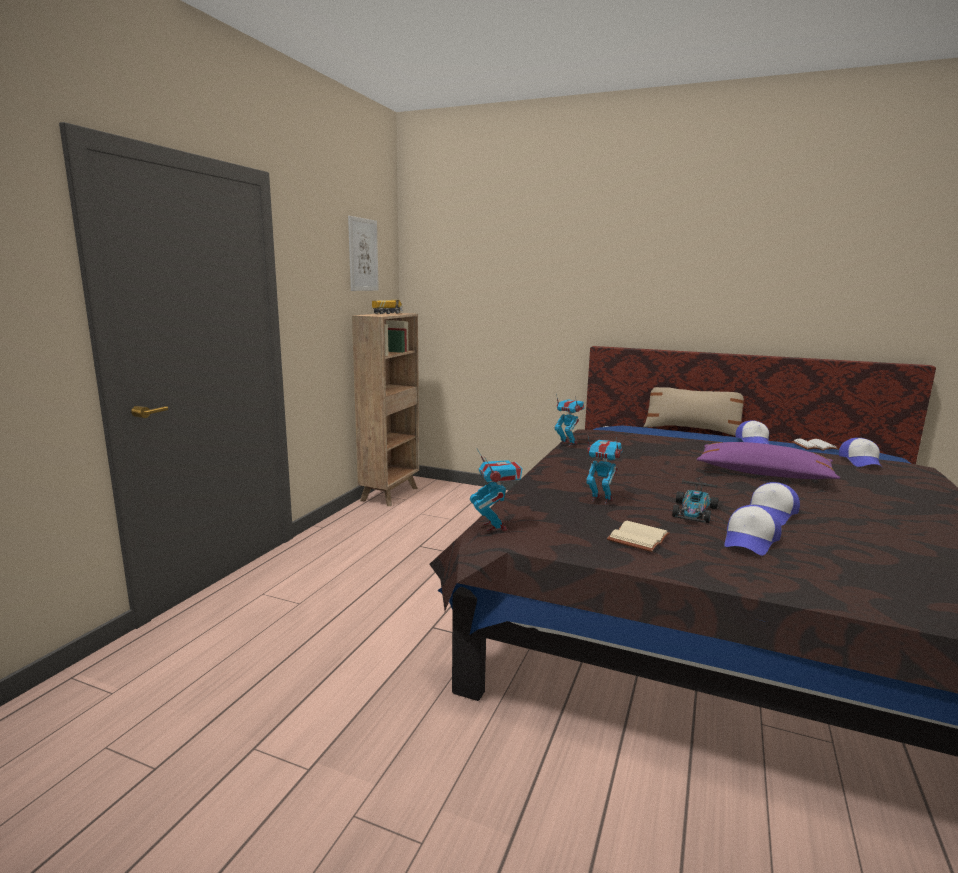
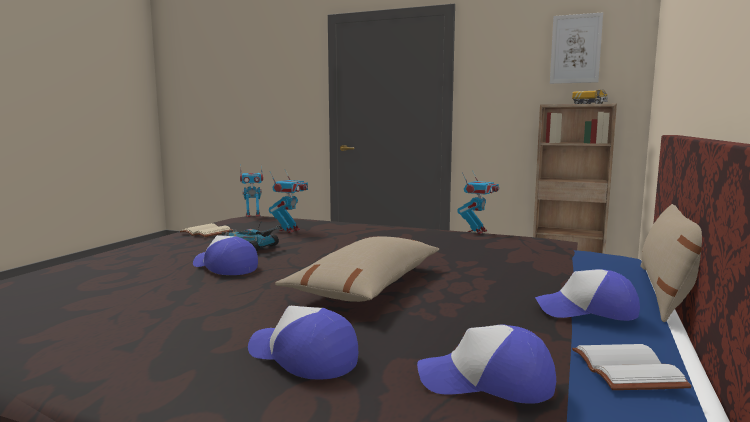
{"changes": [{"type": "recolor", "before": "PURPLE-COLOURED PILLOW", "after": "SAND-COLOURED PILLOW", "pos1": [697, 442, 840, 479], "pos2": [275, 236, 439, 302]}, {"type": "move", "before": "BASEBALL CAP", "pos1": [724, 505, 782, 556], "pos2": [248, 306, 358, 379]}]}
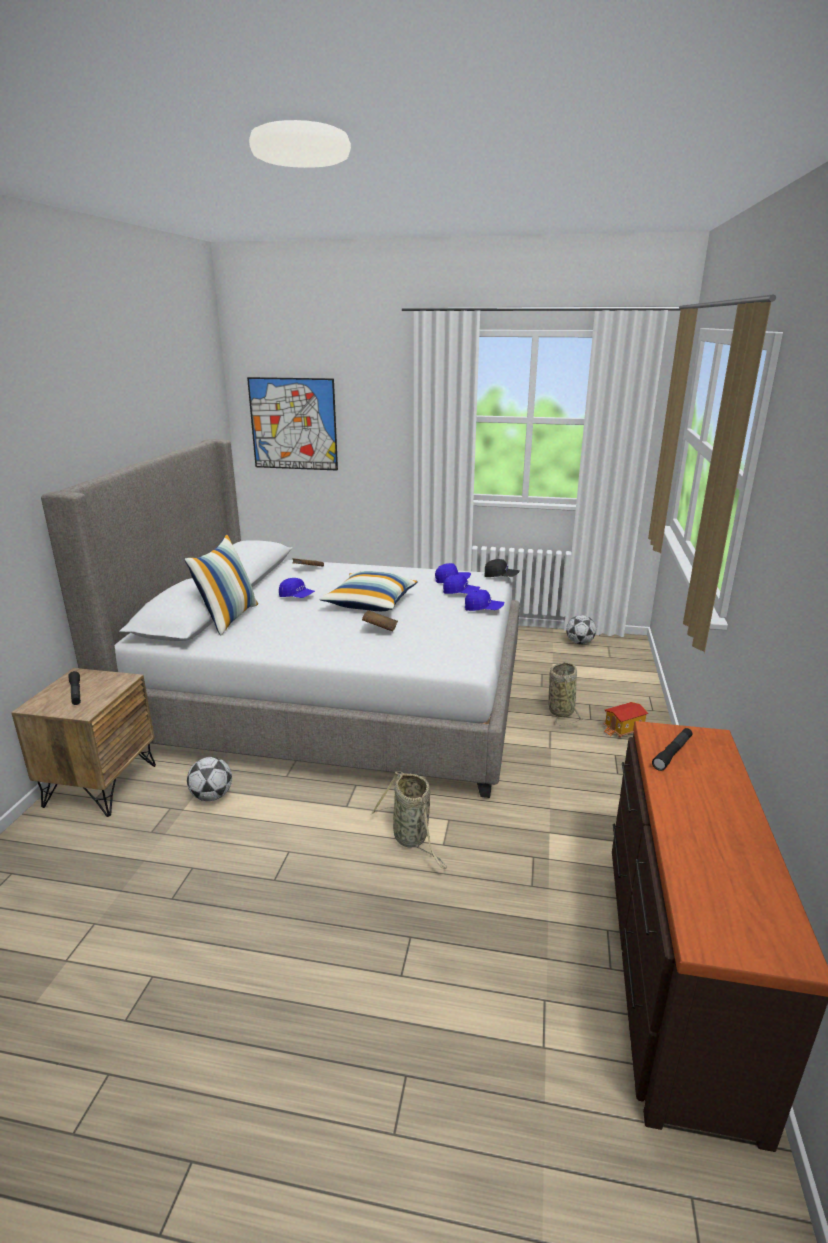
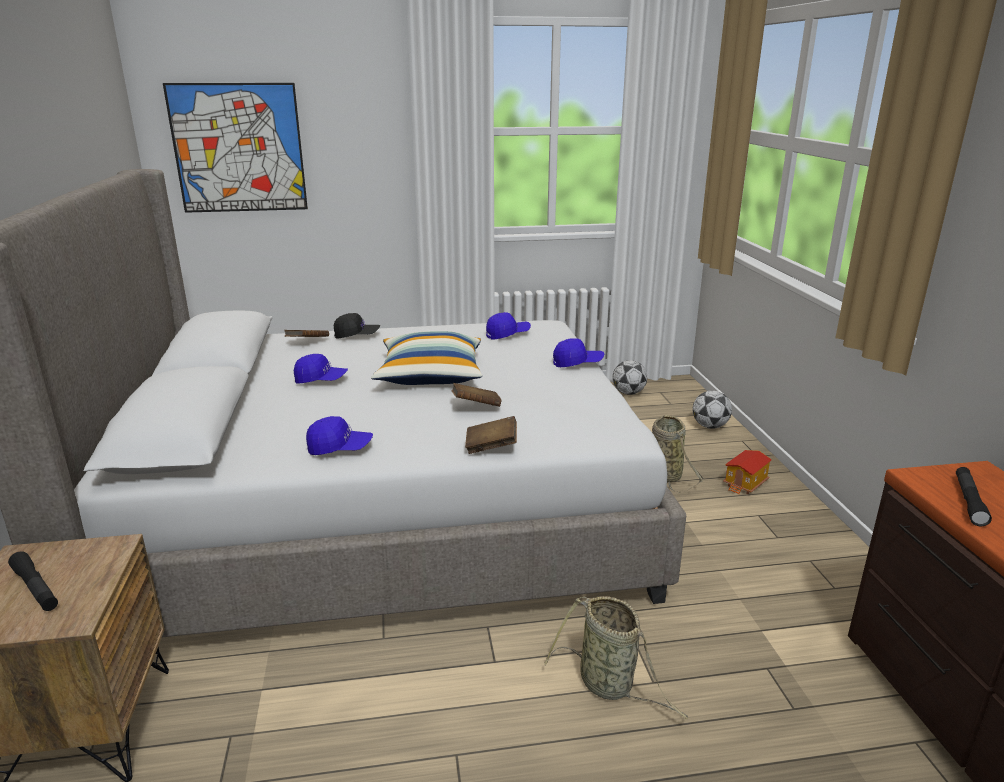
{"changes": [{"type": "delete", "before": "PILLOW", "pos1": [184, 534, 258, 635]}, {"type": "move", "before": "BLACK BASEBALL CAP", "pos1": [484, 559, 520, 577], "pos2": [334, 313, 380, 339]}, {"type": "move", "before": "BLUE-COLOURED BASEBALL CAP", "pos1": [443, 574, 480, 594], "pos2": [306, 416, 373, 455]}, {"type": "move", "before": "FOOTBALL BALL", "pos1": [187, 757, 232, 801], "pos2": [692, 391, 732, 429]}, {"type": "insert", "after": "BROWNISH VOLUME", "pos2": [465, 416, 517, 454]}]}
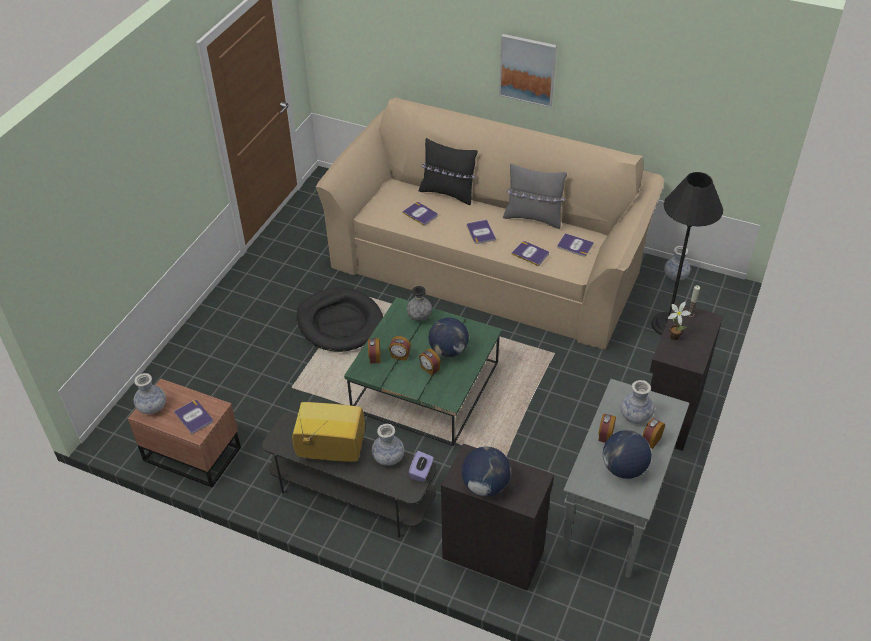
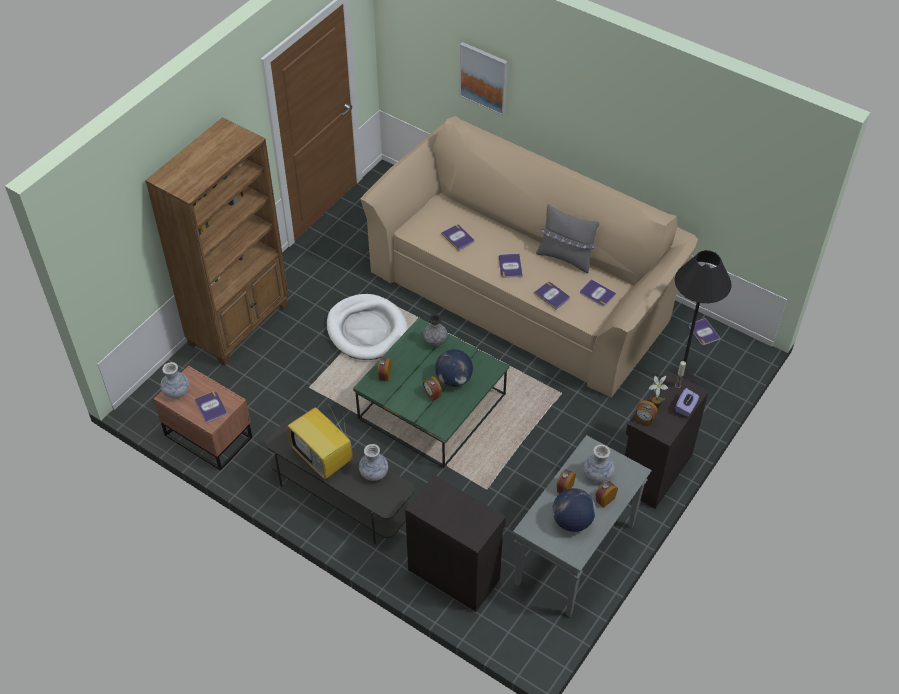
{"changes": [{"type": "move", "before": "WALL ART", "pos1": [499, 34, 557, 108], "pos2": [460, 42, 508, 115]}, {"type": "delete", "before": "BLACK PILLOW", "pos1": [419, 138, 478, 205]}, {"type": "replace", "before": "VASE", "after": "VOLUME", "pos1": [664, 246, 690, 281], "pos2": [689, 318, 720, 345]}, {"type": "recolor", "before": "BLACK DOG BED", "after": "WHITE DOG BED", "pos1": [296, 287, 383, 352], "pos2": [327, 294, 408, 360]}, {"type": "move", "before": "TABLE CLOCK", "pos1": [389, 336, 411, 361], "pos2": [635, 400, 658, 425]}, {"type": "rotate", "before": "TELEVISION", "pos1": [292, 402, 365, 463], "pos2": [288, 402, 353, 479], "turn": -150}, {"type": "delete", "before": "DESK GLOBE", "pos1": [461, 446, 511, 496]}, {"type": "move", "before": "PURPLE-COLOURED TISSUE HOLDER", "pos1": [408, 451, 434, 482], "pos2": [676, 388, 699, 417]}, {"type": "insert", "after": "BROWNISH SHELVING UNIT", "pos2": [145, 117, 289, 366]}]}
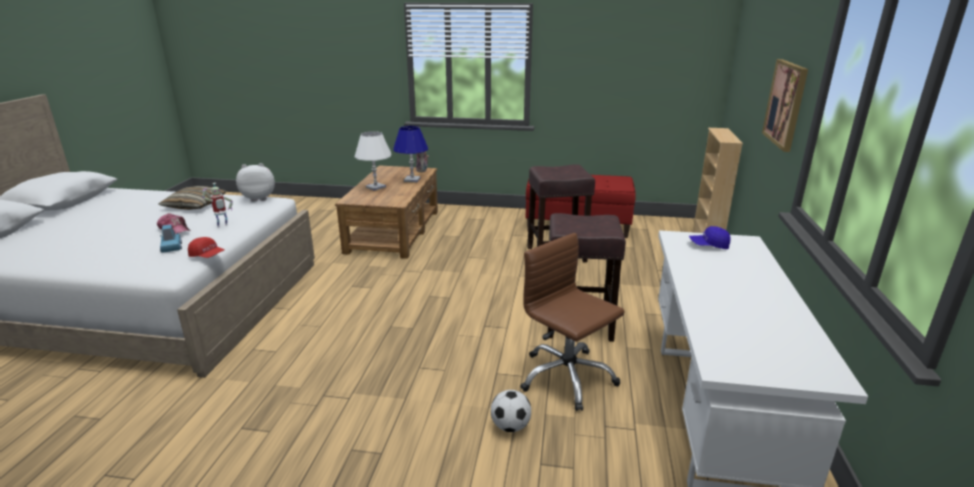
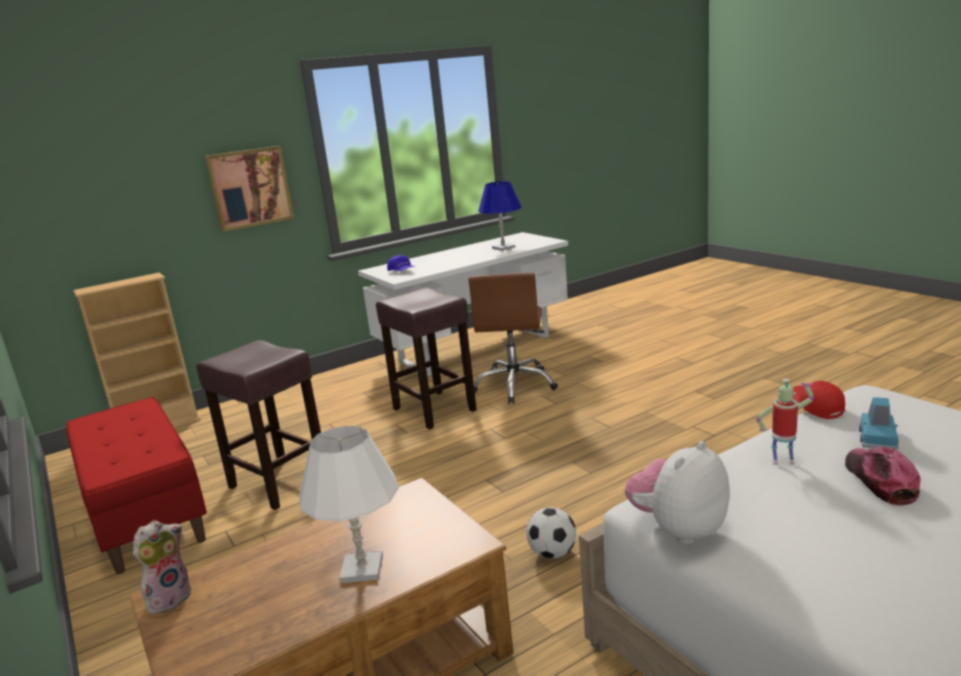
{"changes": [{"type": "move", "before": "BLUE-COLOURED TABLE LAMP", "pos1": [393, 126, 428, 182], "pos2": [478, 181, 521, 251]}, {"type": "rotate", "before": "CUDDLY TOY", "pos1": [236, 163, 275, 202], "pos2": [625, 441, 730, 544], "turn": 105}, {"type": "delete", "before": "PILLOW", "pos1": [158, 186, 226, 210]}, {"type": "move", "before": "FOOTBALL BALL", "pos1": [491, 390, 531, 432], "pos2": [526, 508, 576, 559]}]}
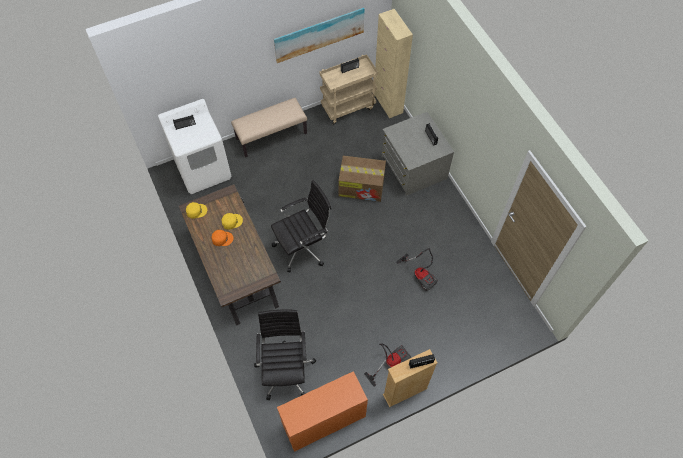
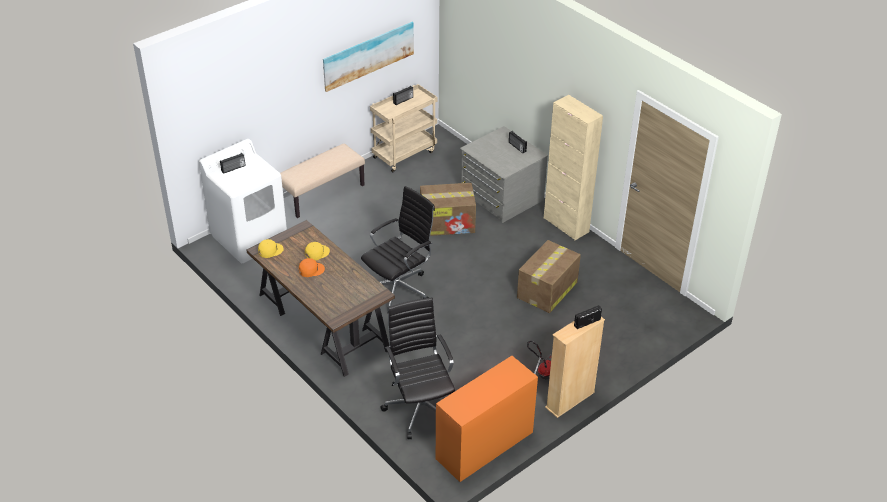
{"changes": [{"type": "move", "before": "SAND-COLOURED STORAGE CABINET", "pos1": [374, 9, 413, 118], "pos2": [544, 95, 603, 240]}, {"type": "replace", "before": "VACUUM CLEANER", "after": "CARTON", "pos1": [396, 248, 438, 291], "pos2": [517, 240, 581, 313]}]}
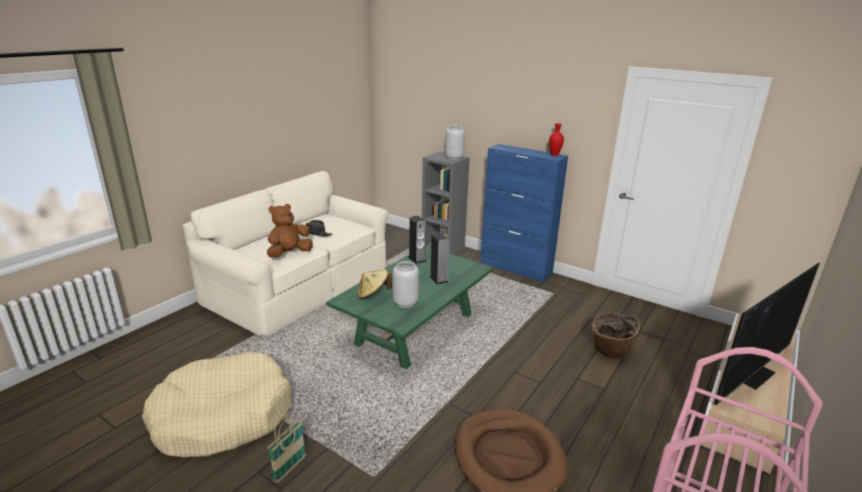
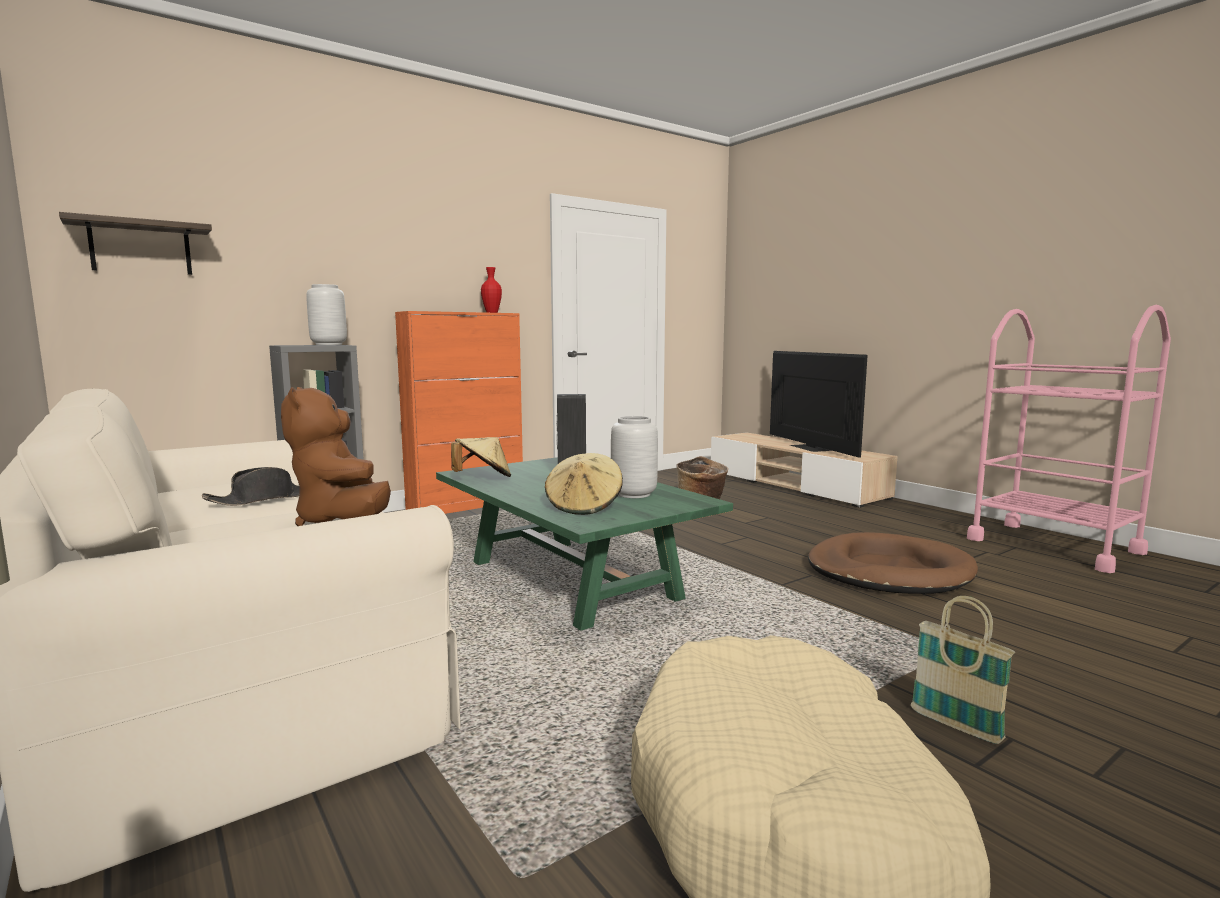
{"changes": [{"type": "recolor", "before": "BLUE-COLOURED STORAGE CABINET", "after": "ORANGE STORAGE CABINET", "pos1": [480, 144, 568, 282], "pos2": [395, 311, 523, 514]}, {"type": "replace", "before": "SPEAKER", "after": "SAND-COLOURED CLOTHING HAT", "pos1": [409, 215, 426, 264], "pos2": [451, 437, 511, 477]}, {"type": "insert", "after": "BRACKET SHELF", "pos2": [59, 212, 212, 275]}]}
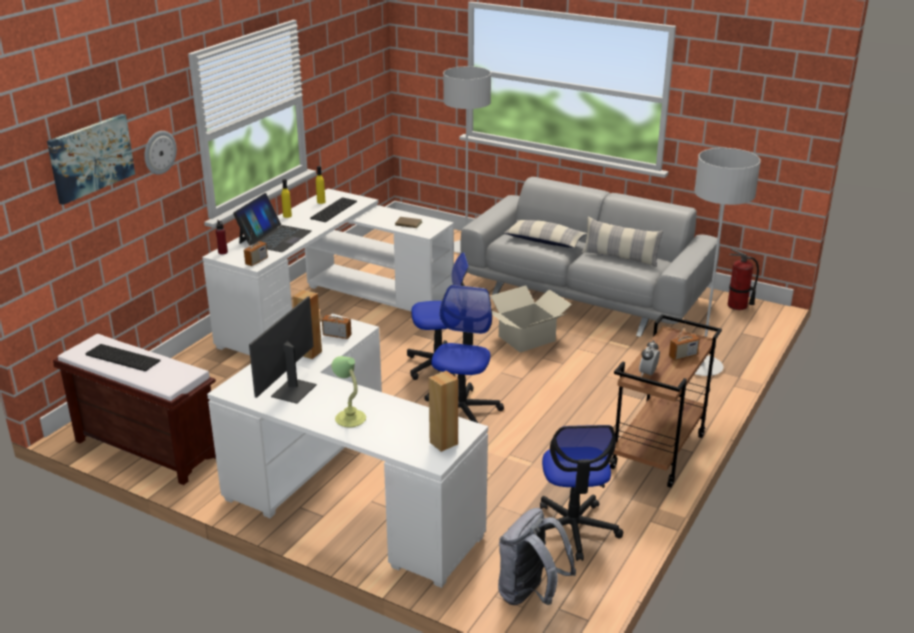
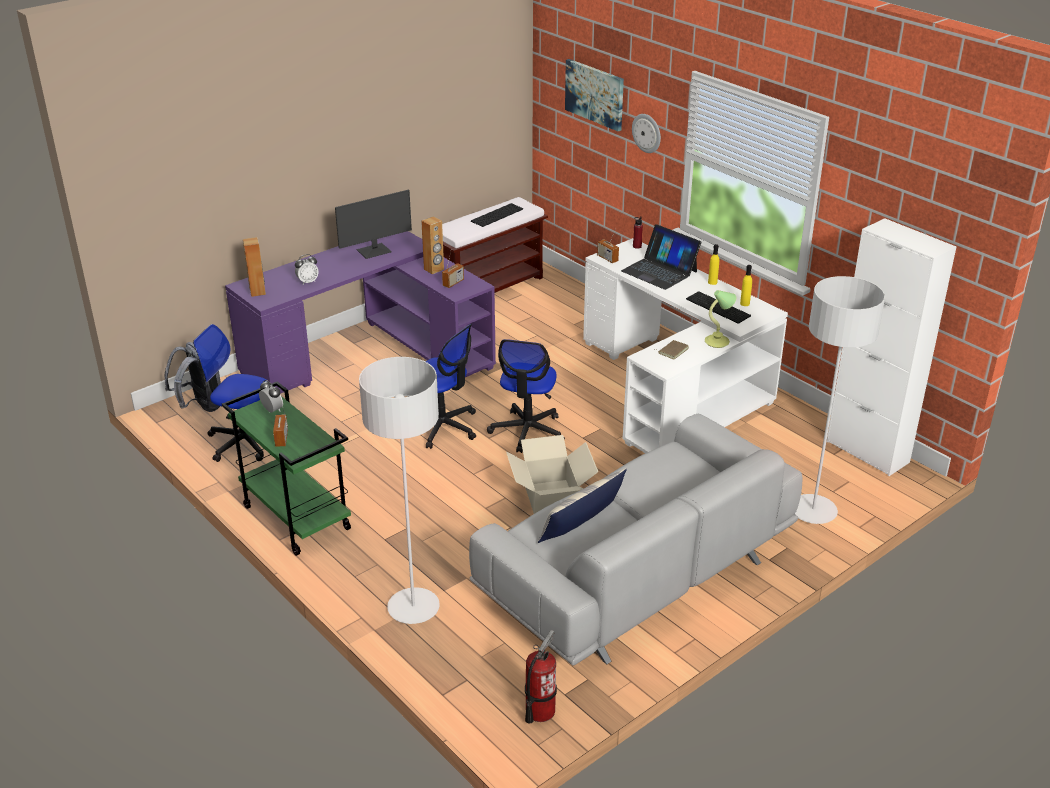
{"changes": [{"type": "delete", "before": "PILLOW", "pos1": [504, 220, 587, 248]}, {"type": "rotate", "before": "COMPUTER SCREEN", "pos1": [249, 296, 317, 404], "pos2": [335, 190, 412, 259], "turn": 105}, {"type": "recolor", "before": "WHITE DESK", "after": "PURPLE-COLOURED DESK", "pos1": [207, 314, 488, 588], "pos2": [225, 231, 496, 394]}, {"type": "recolor", "before": "BROWNISH CART", "after": "GREEN-COLOURED CART", "pos1": [609, 314, 722, 488], "pos2": [222, 381, 351, 556]}, {"type": "move", "before": "TABLE LAMP", "pos1": [332, 356, 366, 428], "pos2": [705, 290, 736, 348]}, {"type": "insert", "after": "WHITE STORAGE CABINET", "pos2": [827, 218, 956, 476]}, {"type": "insert", "after": "TABLE CLOCK", "pos2": [295, 254, 319, 285]}]}
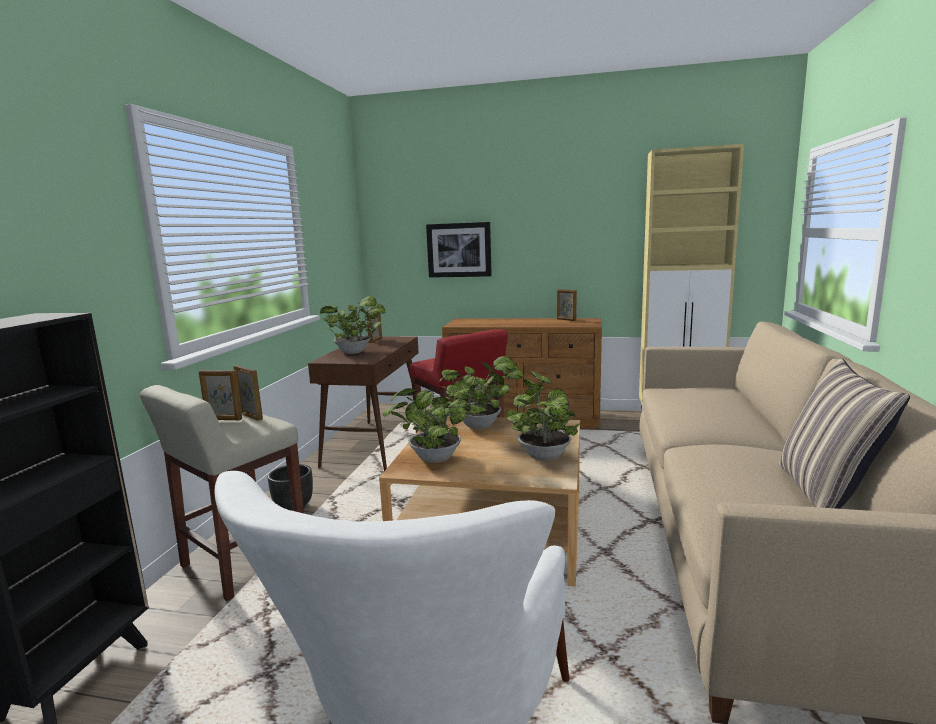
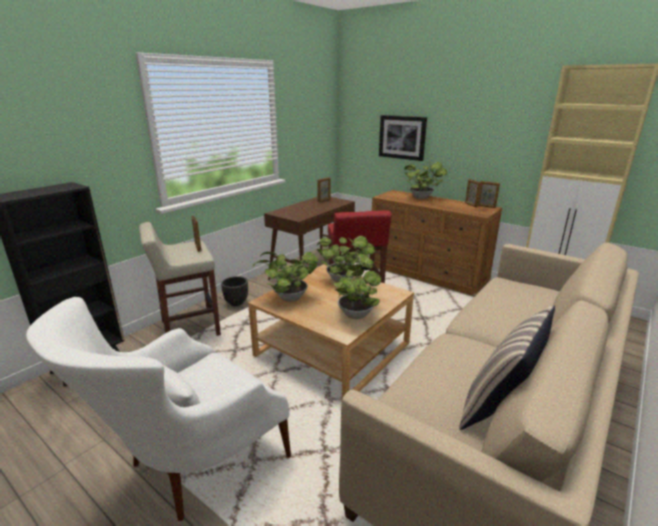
{"changes": [{"type": "move", "before": "PLANT IN A POT", "pos1": [320, 296, 385, 354], "pos2": [404, 162, 447, 199]}, {"type": "move", "before": "PHOTO FRAME", "pos1": [199, 370, 242, 420], "pos2": [478, 181, 500, 208]}]}
